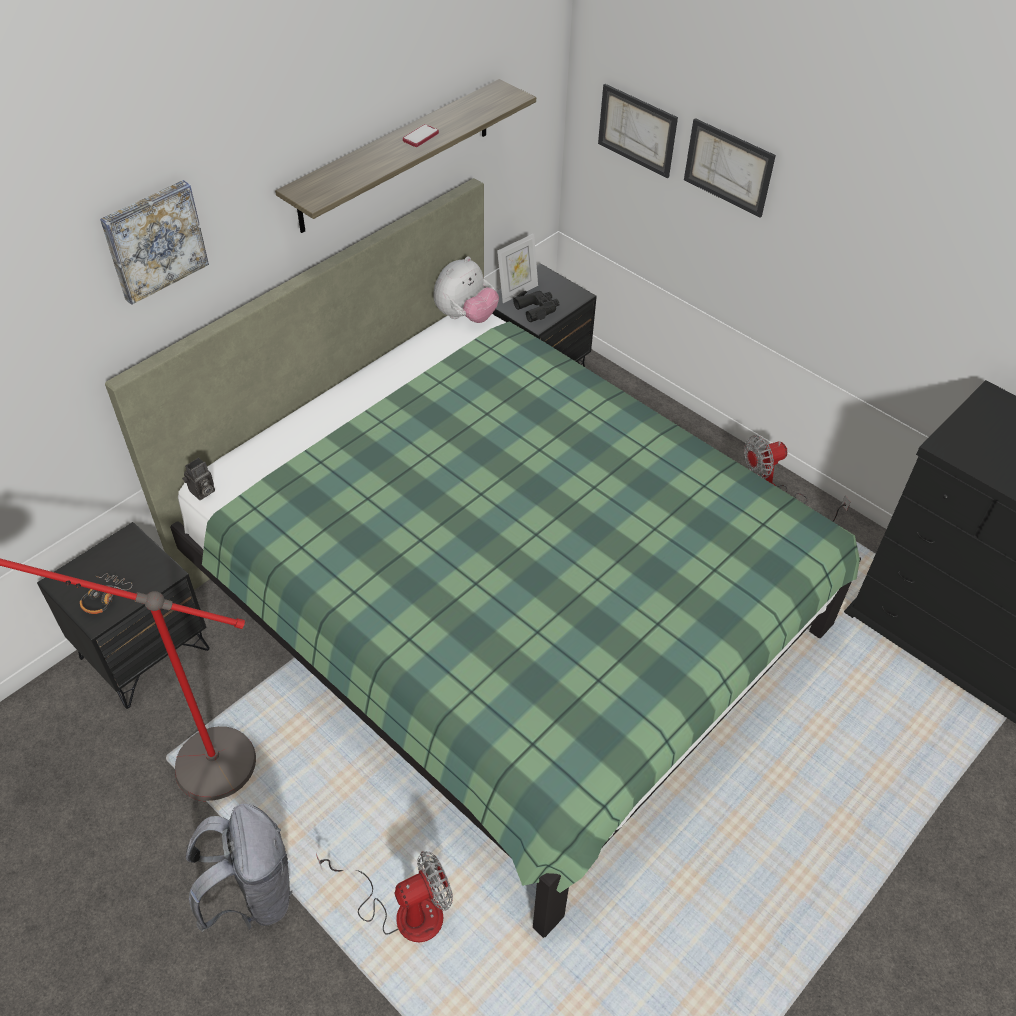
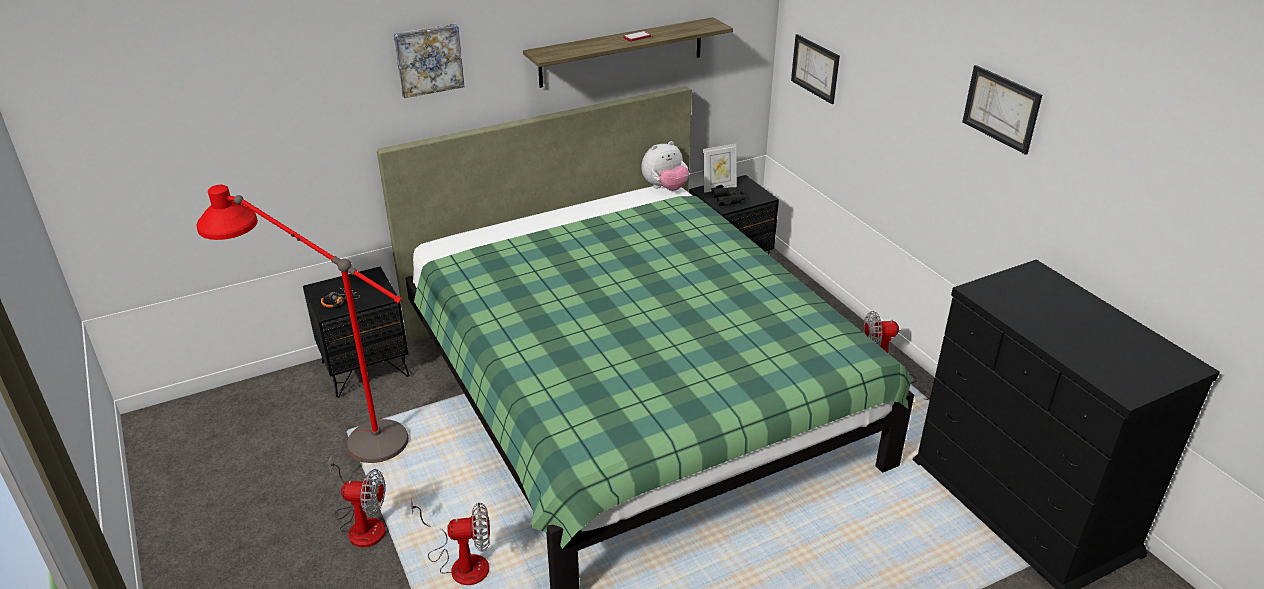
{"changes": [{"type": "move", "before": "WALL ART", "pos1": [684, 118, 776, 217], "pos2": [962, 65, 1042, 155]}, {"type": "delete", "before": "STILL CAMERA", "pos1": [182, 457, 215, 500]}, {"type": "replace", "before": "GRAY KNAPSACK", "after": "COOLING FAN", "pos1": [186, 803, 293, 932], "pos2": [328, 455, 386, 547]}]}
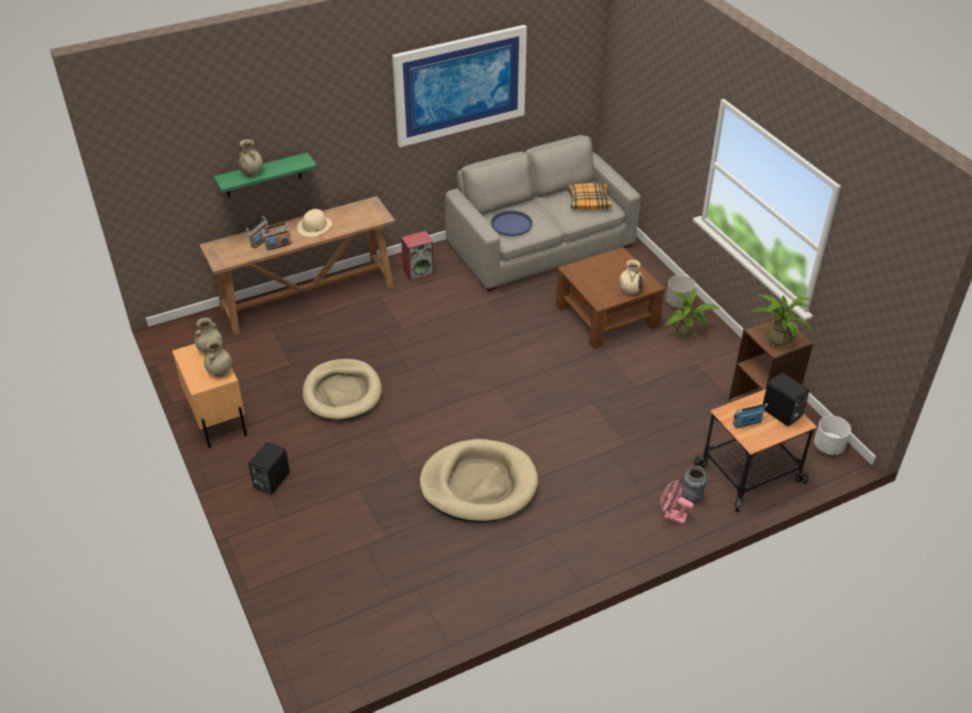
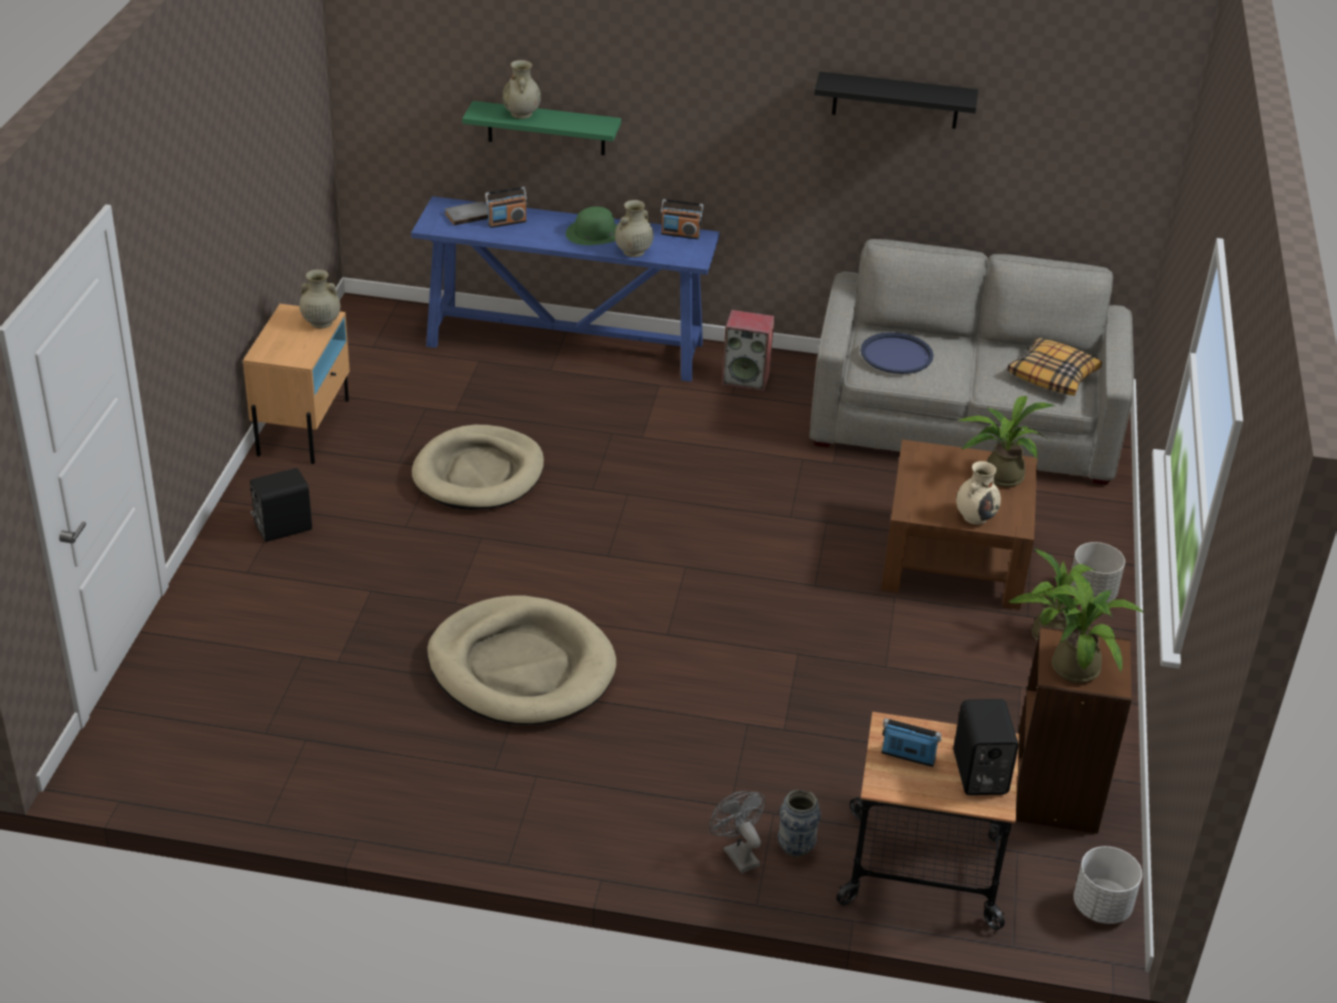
{"changes": [{"type": "replace", "before": "WALL ART", "after": "BLACK BRACKET SHELF", "pos1": [392, 25, 527, 147], "pos2": [814, 72, 978, 129]}, {"type": "recolor", "before": "BROWNISH HALL TABLE", "after": "BLUE-COLOURED HALL TABLE", "pos1": [200, 196, 395, 336], "pos2": [411, 196, 720, 382]}, {"type": "recolor", "before": "SAND-COLOURED CLOTHING HAT", "after": "GREEN-COLOURED CLOTHING HAT", "pos1": [297, 209, 332, 237], "pos2": [566, 206, 617, 245]}, {"type": "move", "before": "RADIO RECEIVER", "pos1": [261, 222, 291, 251], "pos2": [661, 199, 704, 239]}, {"type": "move", "before": "SAND-COLOURED VASE", "pos1": [204, 339, 232, 377], "pos2": [615, 200, 653, 257]}, {"type": "recolor", "before": "PINK COOLING FAN", "after": "GRAY COOLING FAN", "pos1": [660, 480, 694, 524], "pos2": [709, 791, 765, 873]}, {"type": "insert", "after": "GRAY VOLUME", "pos2": [445, 201, 488, 226]}, {"type": "insert", "after": "PLANT IN A POT", "pos2": [958, 396, 1055, 487]}]}
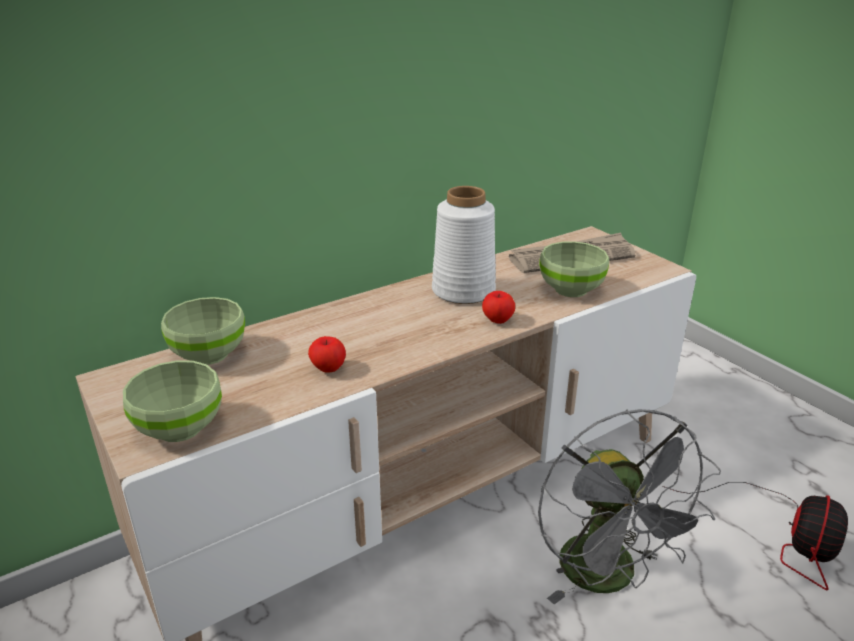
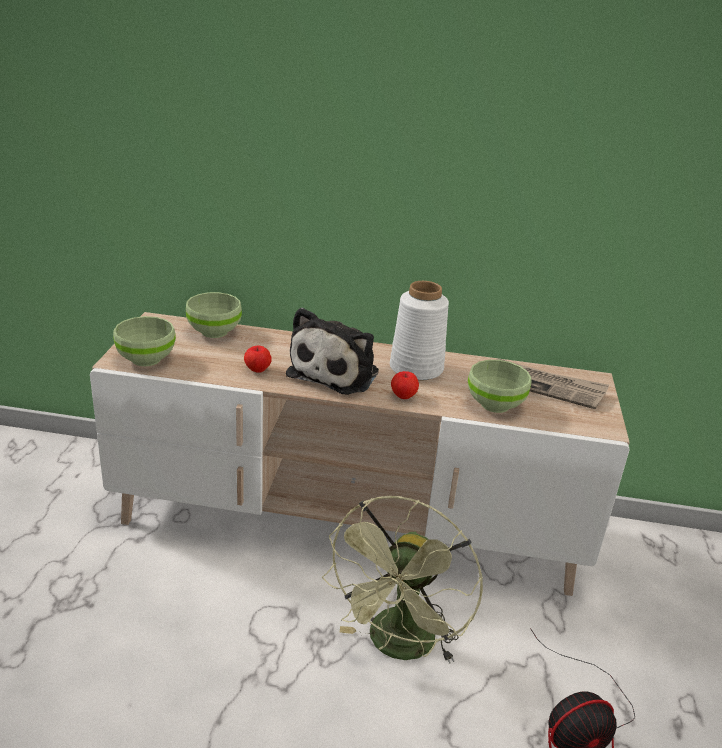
{"changes": [{"type": "recolor", "before": "GRAY COOLING FAN", "after": "GREEN-COLOURED COOLING FAN", "pos1": [538, 409, 721, 604], "pos2": [322, 496, 483, 663]}, {"type": "insert", "after": "CUDDLY TOY", "pos2": [286, 307, 379, 395]}]}
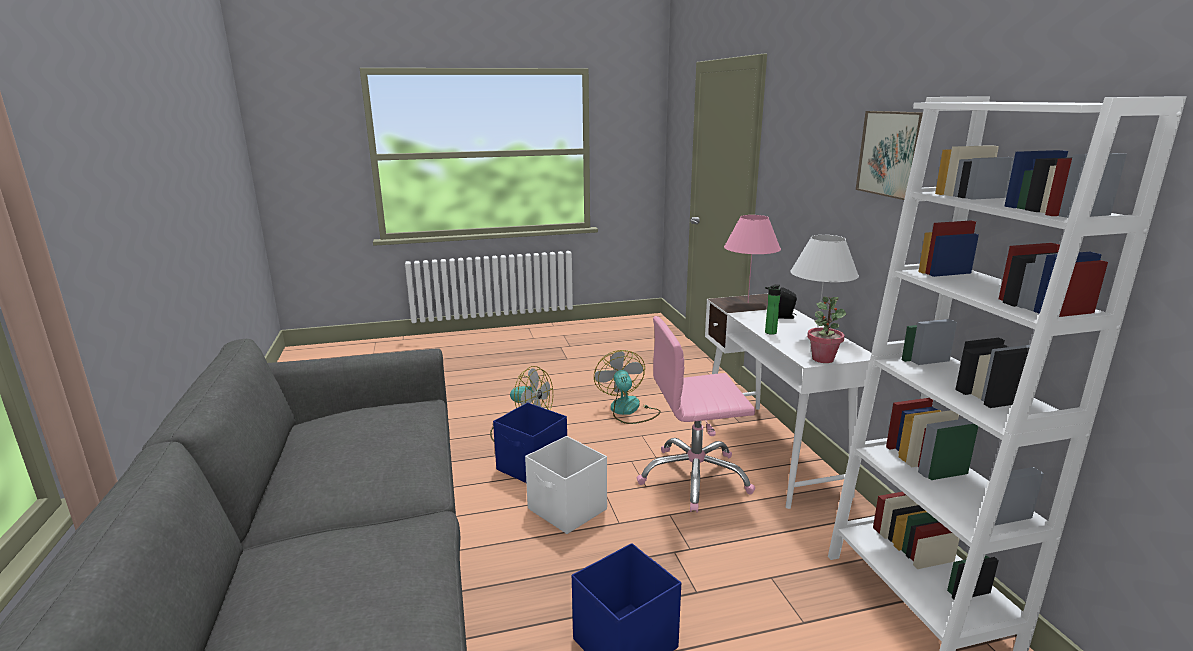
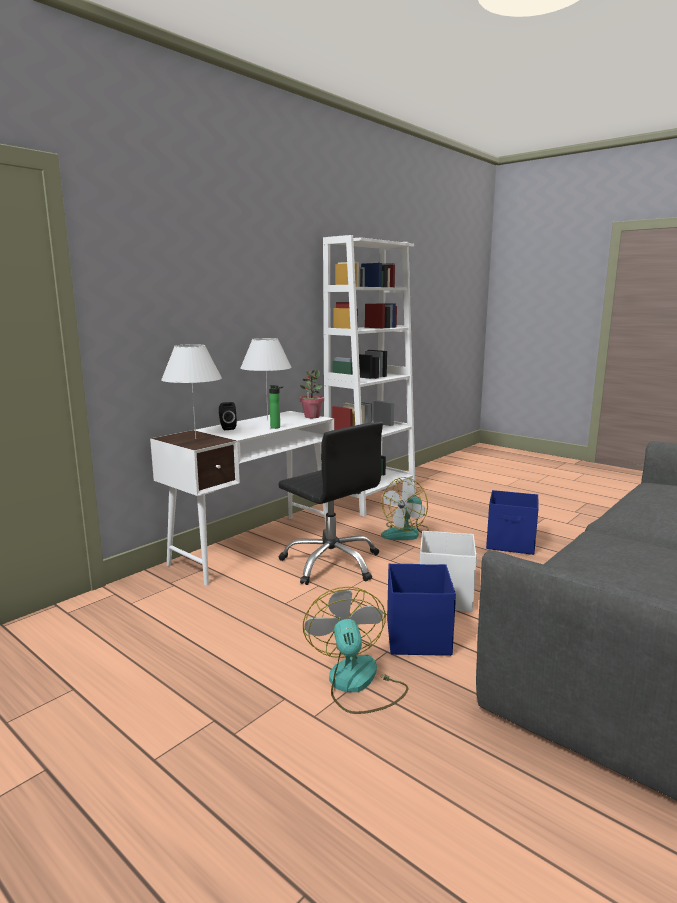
{"changes": [{"type": "delete", "before": "WALL ART", "pos1": [856, 111, 923, 200]}, {"type": "recolor", "before": "PINK TABLE LAMP", "after": "WHITE TABLE LAMP", "pos1": [724, 215, 781, 301], "pos2": [161, 344, 222, 439]}, {"type": "recolor", "before": "PINK DESK CHAIR", "after": "BLACK DESK CHAIR", "pos1": [637, 316, 755, 512], "pos2": [278, 421, 383, 585]}, {"type": "move", "before": "COOLING FAN", "pos1": [594, 350, 661, 424], "pos2": [381, 477, 429, 540]}]}
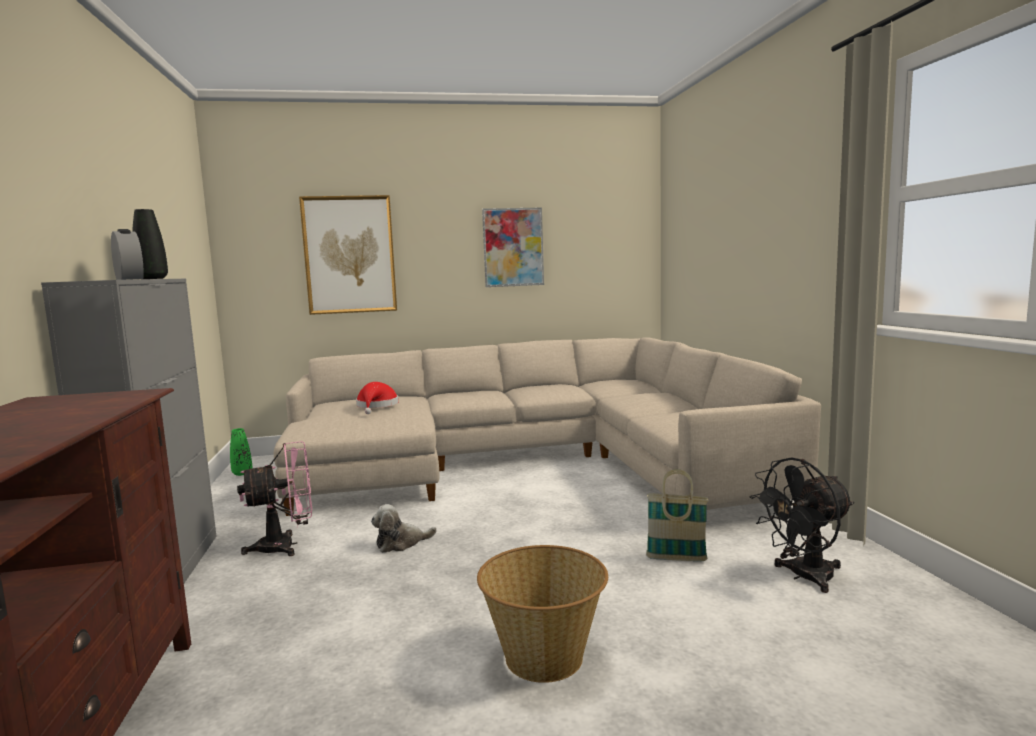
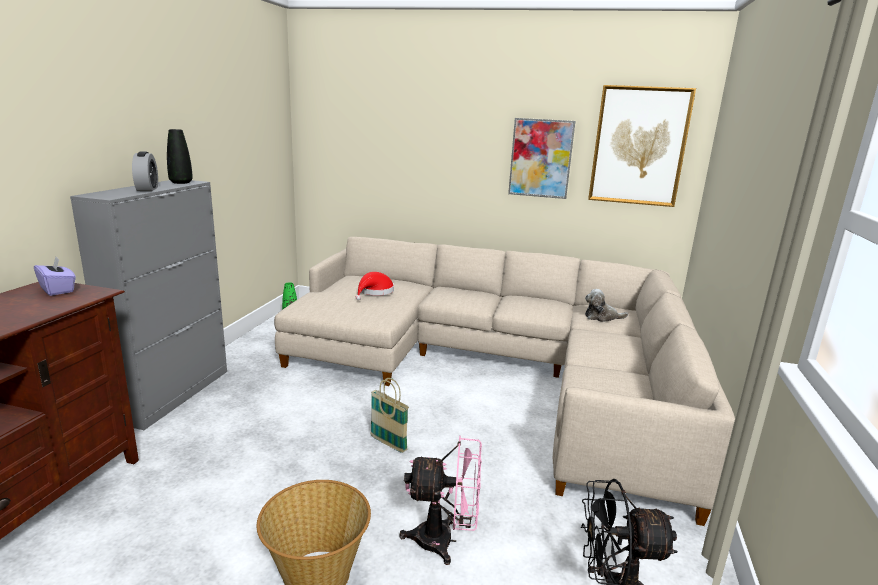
{"changes": [{"type": "move", "before": "WALL ART", "pos1": [299, 195, 397, 315], "pos2": [588, 85, 696, 207]}, {"type": "move", "before": "PINK COOLING FAN", "pos1": [237, 441, 312, 556], "pos2": [399, 436, 482, 565]}, {"type": "move", "before": "STORAGE BASKET", "pos1": [646, 469, 708, 561], "pos2": [370, 378, 409, 453]}, {"type": "move", "before": "CUDDLY TOY", "pos1": [371, 504, 437, 553], "pos2": [585, 289, 628, 322]}, {"type": "insert", "after": "PURPLE-COLOURED TISSUE HOLDER", "pos2": [34, 257, 76, 296]}]}
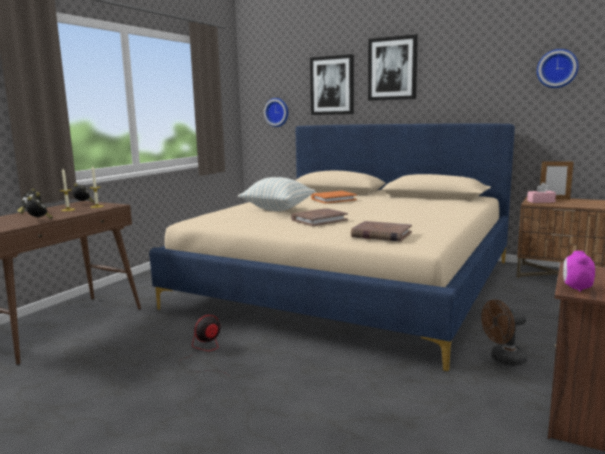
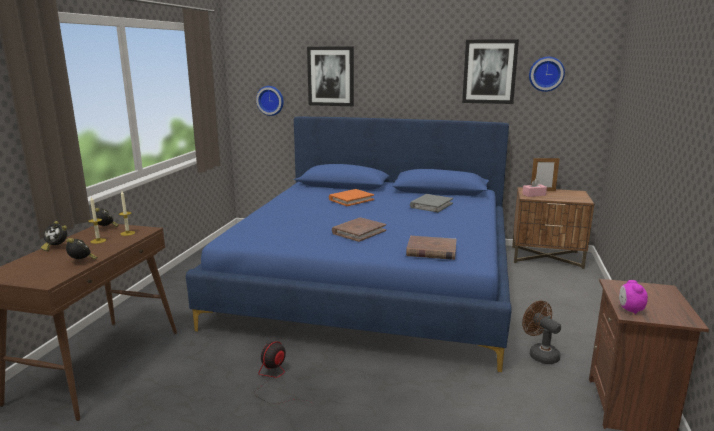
{"changes": [{"type": "move", "before": "WALL ART", "pos1": [368, 34, 418, 101], "pos2": [462, 39, 519, 104]}, {"type": "recolor", "before": "SAND-COLOURED BEDROOM BED", "after": "BLUE-COLOURED BEDROOM BED", "pos1": [149, 123, 515, 371], "pos2": [186, 117, 512, 372]}, {"type": "delete", "before": "PILLOW", "pos1": [238, 177, 316, 211]}, {"type": "rotate", "before": "BROWNISH COOLING FAN", "pos1": [481, 299, 527, 366], "pos2": [522, 301, 561, 364], "turn": 90}, {"type": "insert", "after": "GRAY VOLUME", "pos2": [410, 194, 453, 212]}]}
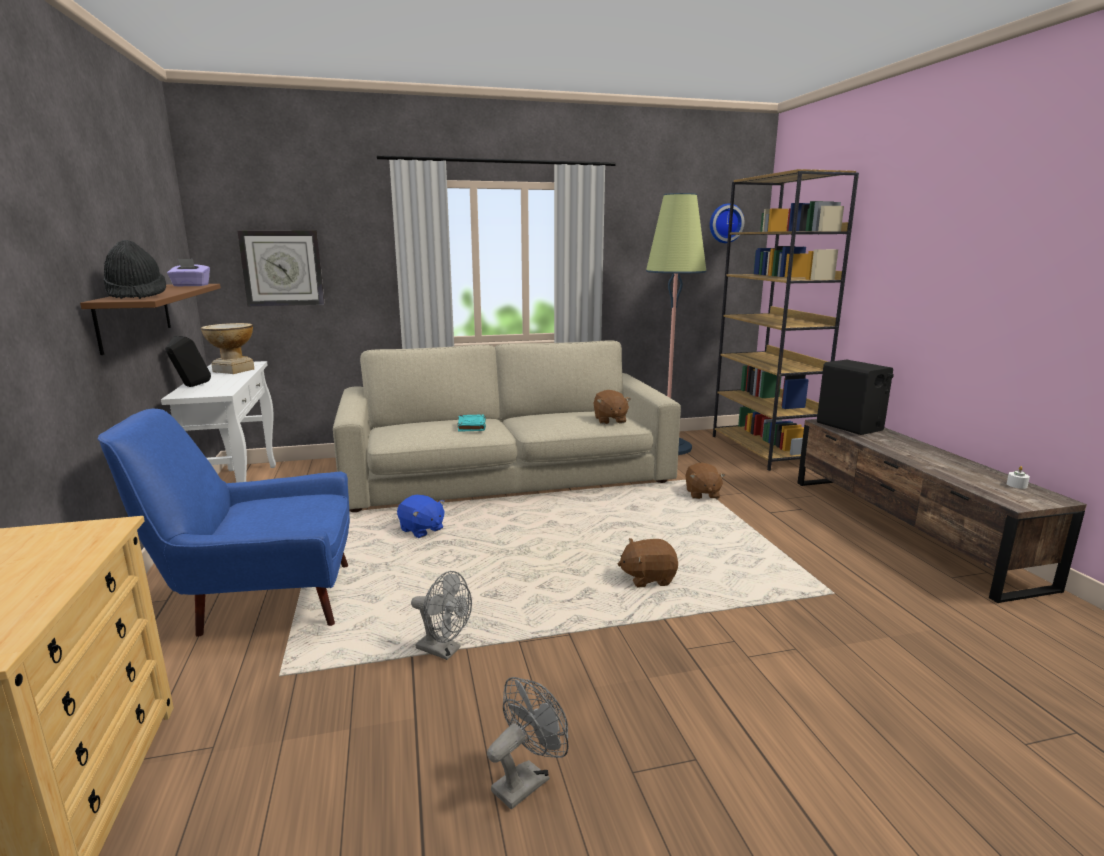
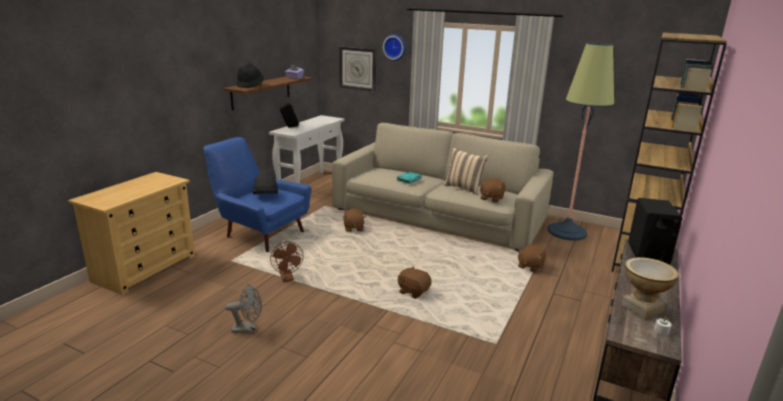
{"changes": [{"type": "move", "before": "HANGING CLOCK", "pos1": [710, 203, 745, 243], "pos2": [383, 34, 406, 61]}, {"type": "move", "before": "VASE", "pos1": [201, 323, 254, 374], "pos2": [621, 257, 679, 320]}, {"type": "recolor", "before": "BLUE-COLOURED CUDDLY TOY", "after": "BROWNISH CUDDLY TOY", "pos1": [397, 495, 445, 538], "pos2": [343, 208, 365, 232]}, {"type": "recolor", "before": "GRAY COOLING FAN", "after": "BROWNISH COOLING FAN", "pos1": [411, 571, 472, 660], "pos2": [270, 242, 303, 282]}, {"type": "insert", "after": "SAND-COLOURED PILLOW", "pos2": [443, 148, 488, 195]}, {"type": "insert", "after": "BLACK CLOTHING HAT", "pos2": [252, 170, 278, 195]}]}
